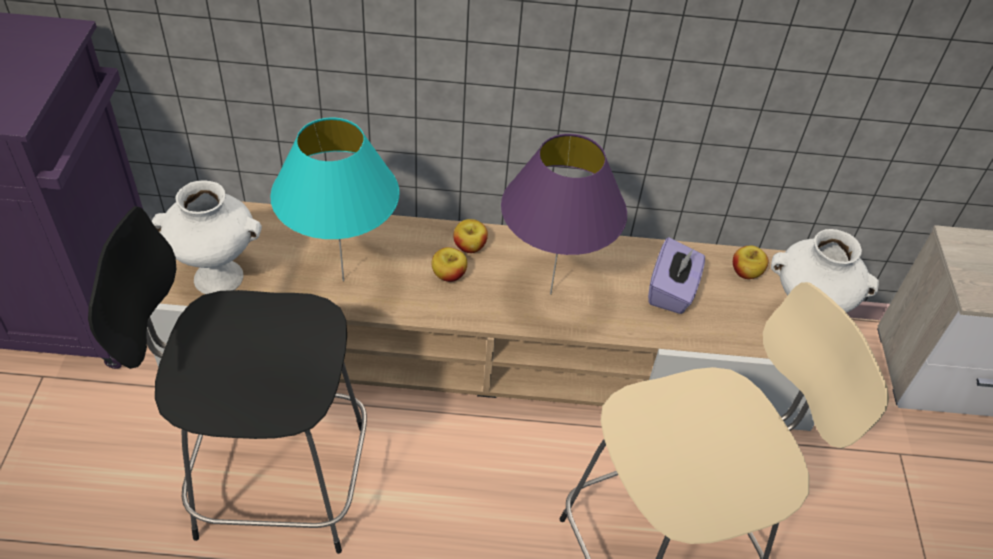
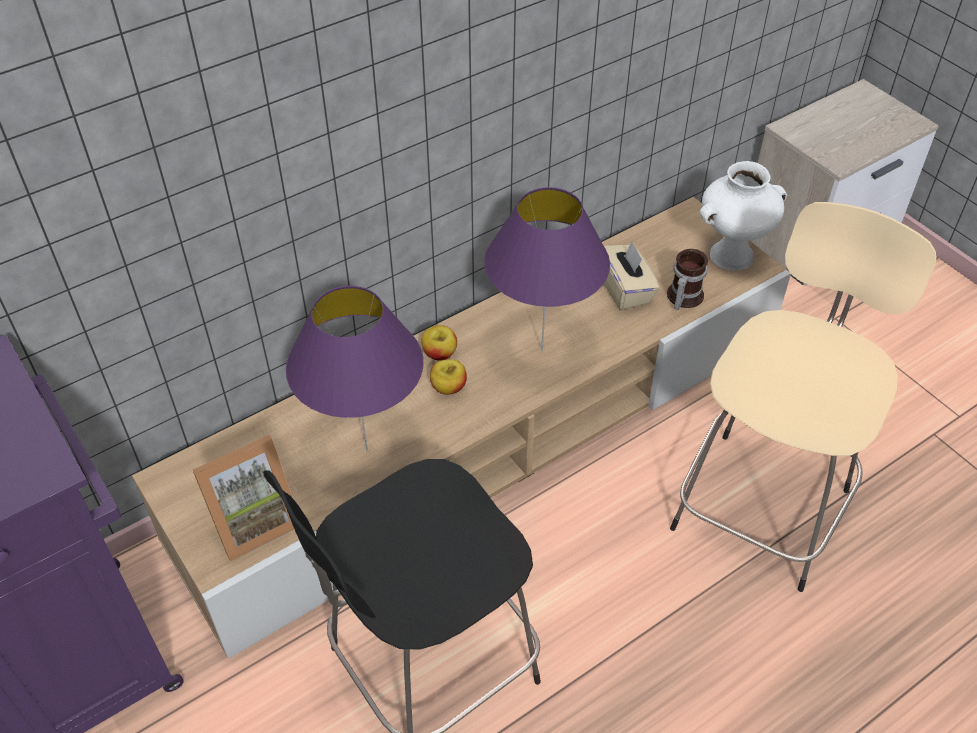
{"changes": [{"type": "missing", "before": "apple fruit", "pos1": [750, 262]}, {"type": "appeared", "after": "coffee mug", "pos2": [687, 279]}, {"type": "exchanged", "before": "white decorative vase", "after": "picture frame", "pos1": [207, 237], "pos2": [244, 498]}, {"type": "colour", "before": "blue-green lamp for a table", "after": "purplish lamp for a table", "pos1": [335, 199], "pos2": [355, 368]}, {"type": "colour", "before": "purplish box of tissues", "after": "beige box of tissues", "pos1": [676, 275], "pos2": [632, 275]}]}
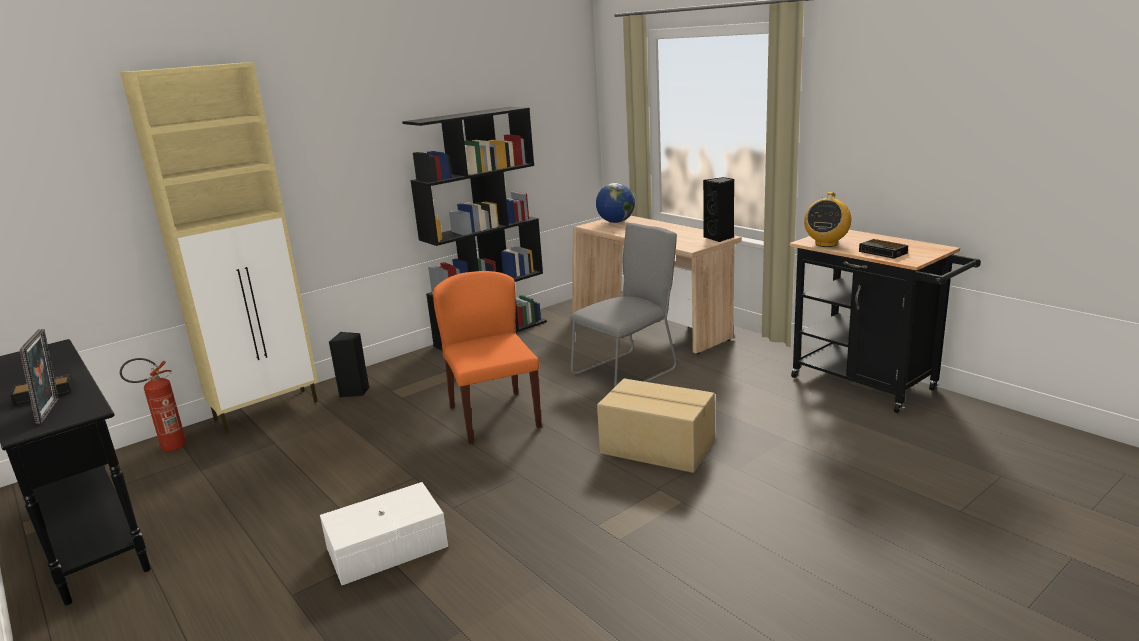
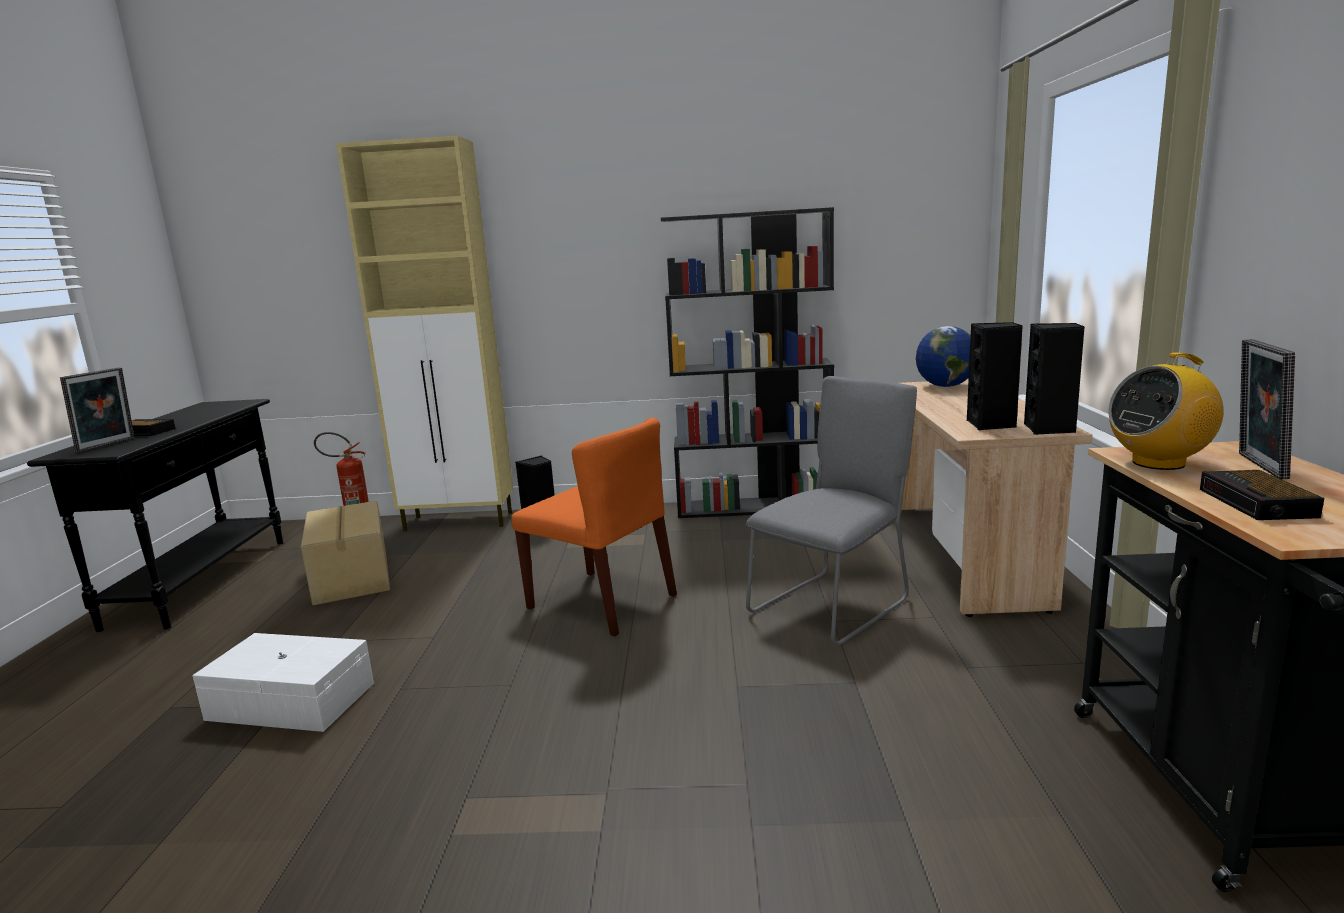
{"changes": [{"type": "appeared", "after": "black-coloured audio speaker", "pos2": [995, 376]}, {"type": "appeared", "after": "picture frame", "pos2": [1267, 409]}, {"type": "relocated", "before": "carton", "pos1": [656, 426], "pos2": [345, 553]}, {"type": "spun", "before": "orange plain chair", "pos1": [487, 357], "pos2": [594, 527], "turn": 105}, {"type": "spun", "before": "gray plain chair", "pos1": [623, 305], "pos2": [831, 511], "turn": -45}]}
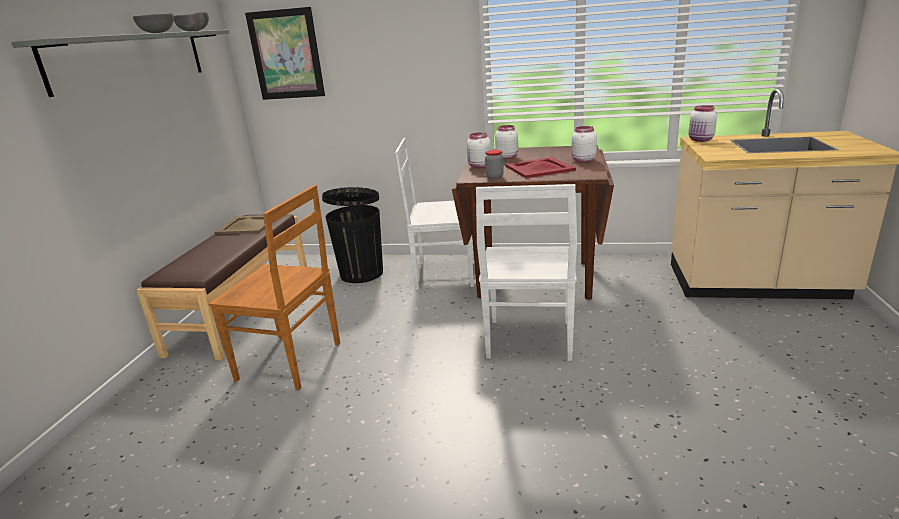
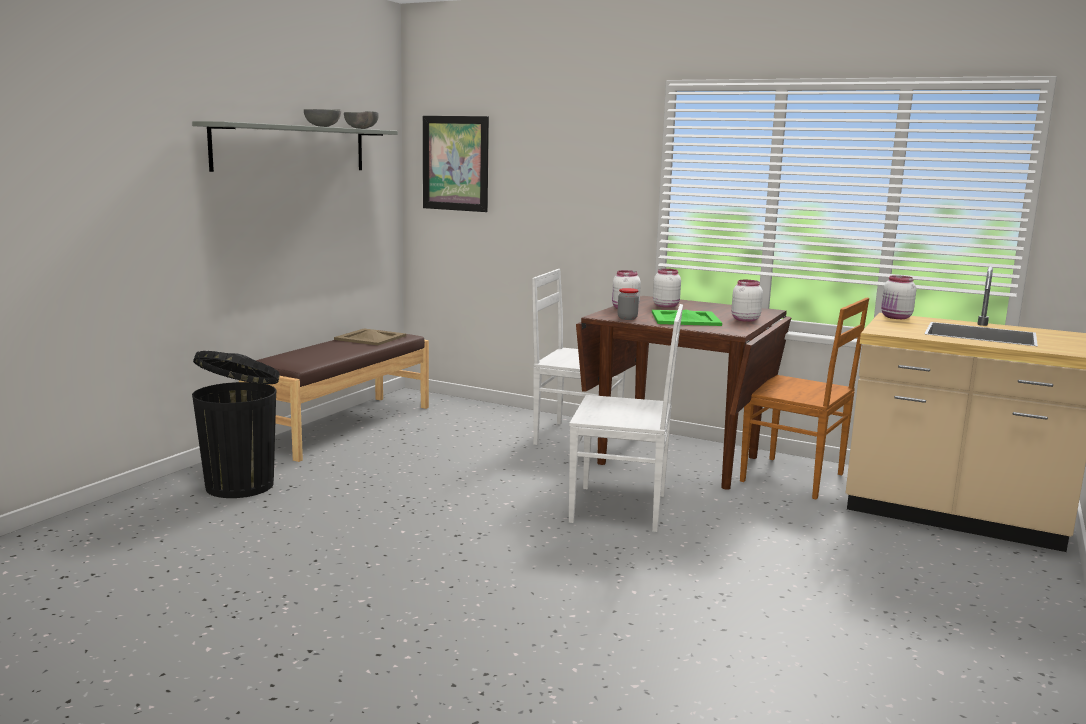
{"changes": [{"type": "relocated", "before": "brown plain chair", "pos1": [274, 287], "pos2": [804, 398]}, {"type": "relocated", "before": "black-coloured waste bin", "pos1": [352, 235], "pos2": [236, 424]}, {"type": "colour", "before": "red serving tray", "after": "green serving tray", "pos1": [540, 167], "pos2": [687, 317]}, {"type": "spun", "before": "white plain chair", "pos1": [526, 272], "pos2": [626, 418], "turn": -105}]}
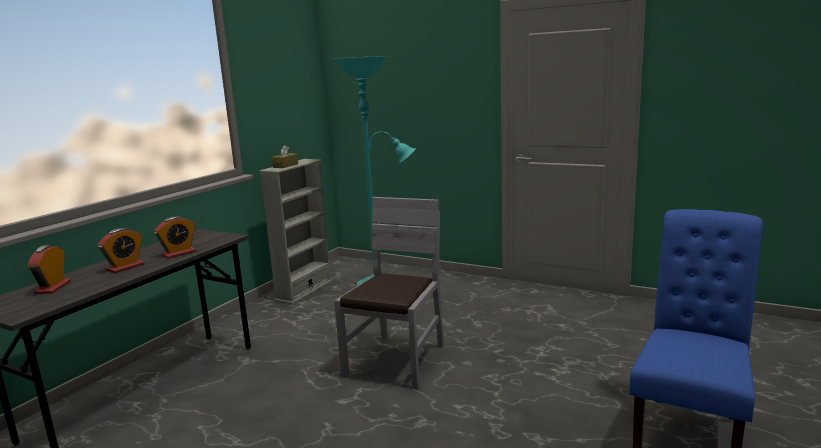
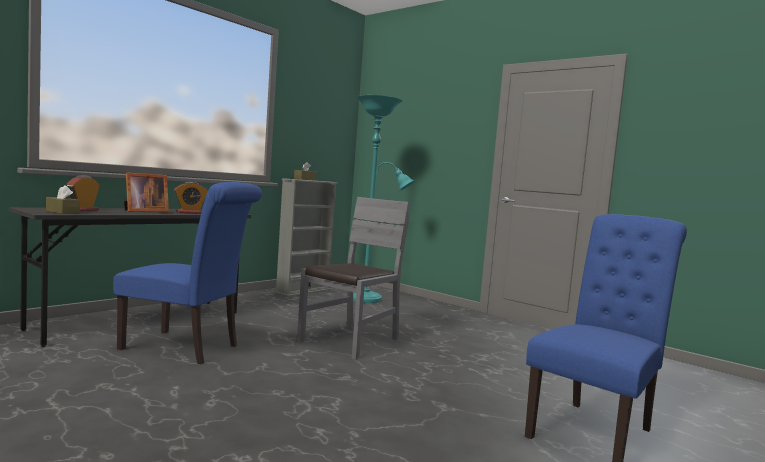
{"changes": [{"type": "appeared", "after": "brown box of tissues", "pos2": [63, 199]}, {"type": "appeared", "after": "blue plain chair", "pos2": [187, 273]}, {"type": "exchanged", "before": "alarm clock", "after": "picture frame", "pos1": [121, 250], "pos2": [146, 193]}]}
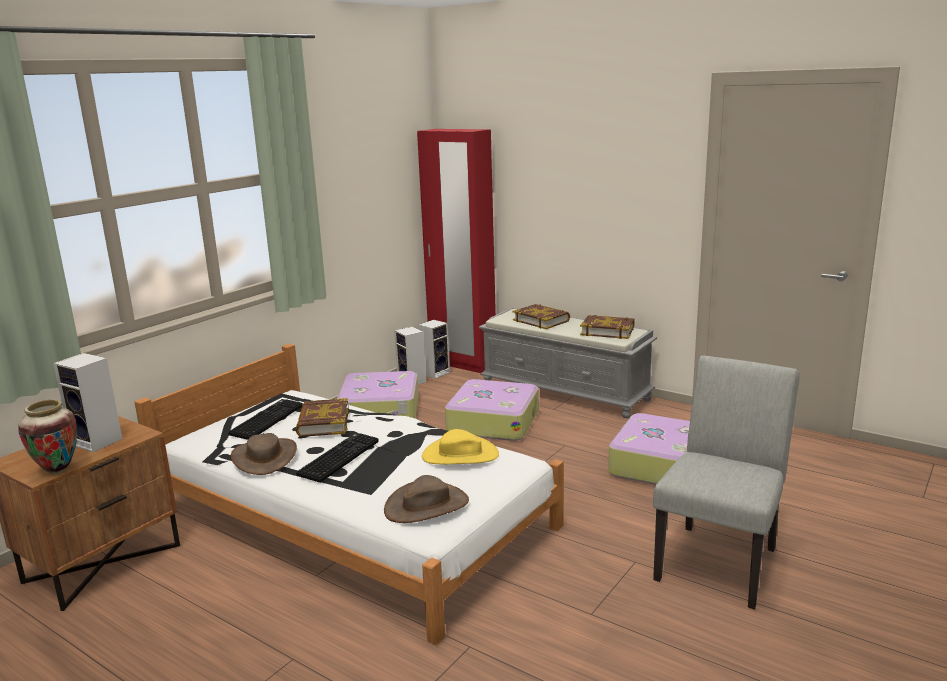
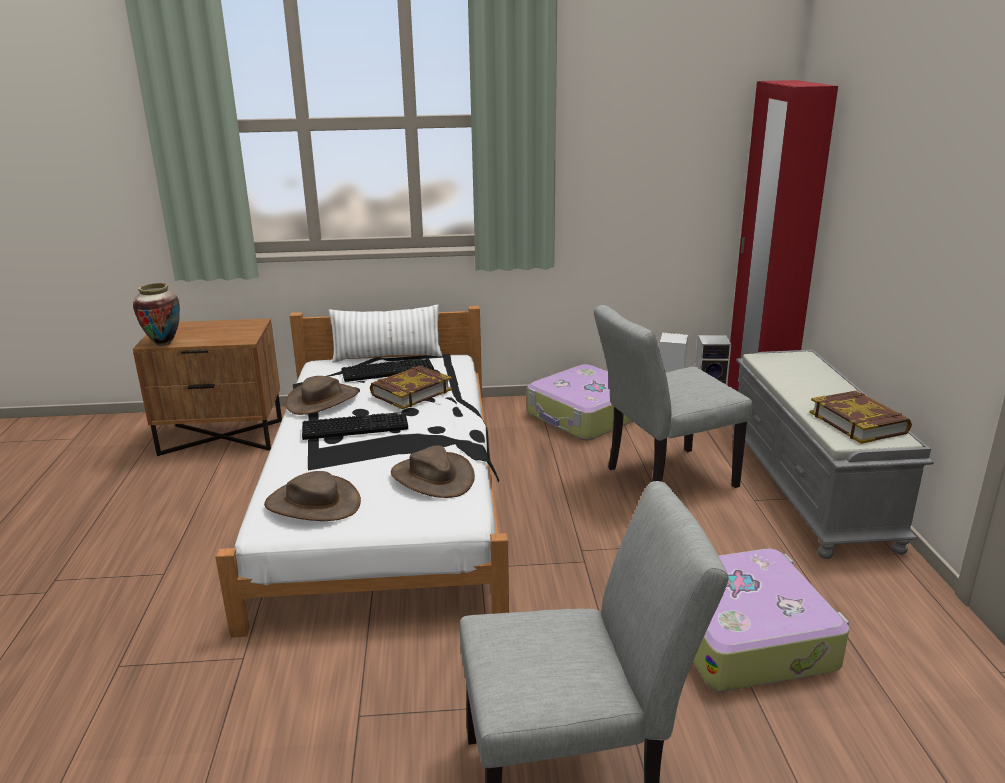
{"changes": [{"type": "missing", "before": "audio speaker", "pos1": [87, 402]}, {"type": "missing", "before": "book", "pos1": [541, 316]}, {"type": "appeared", "after": "white pillow", "pos2": [385, 333]}, {"type": "exchanged", "before": "suitcase", "after": "gray plain chair", "pos1": [492, 410], "pos2": [673, 396]}, {"type": "colour", "before": "yellow clothing hat", "after": "brown clothing hat", "pos1": [460, 446], "pos2": [433, 471]}]}
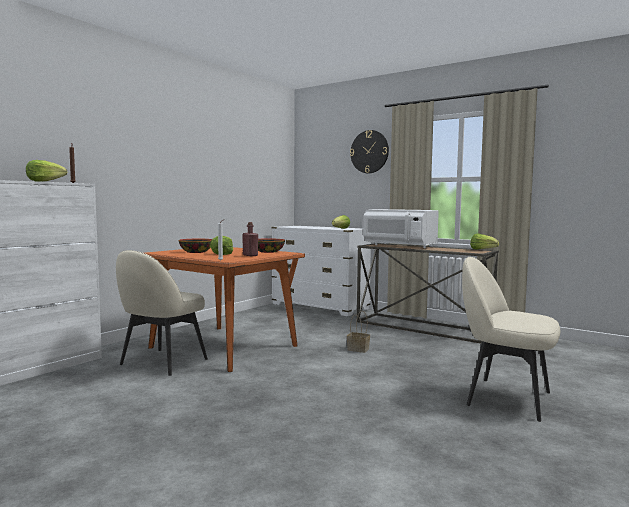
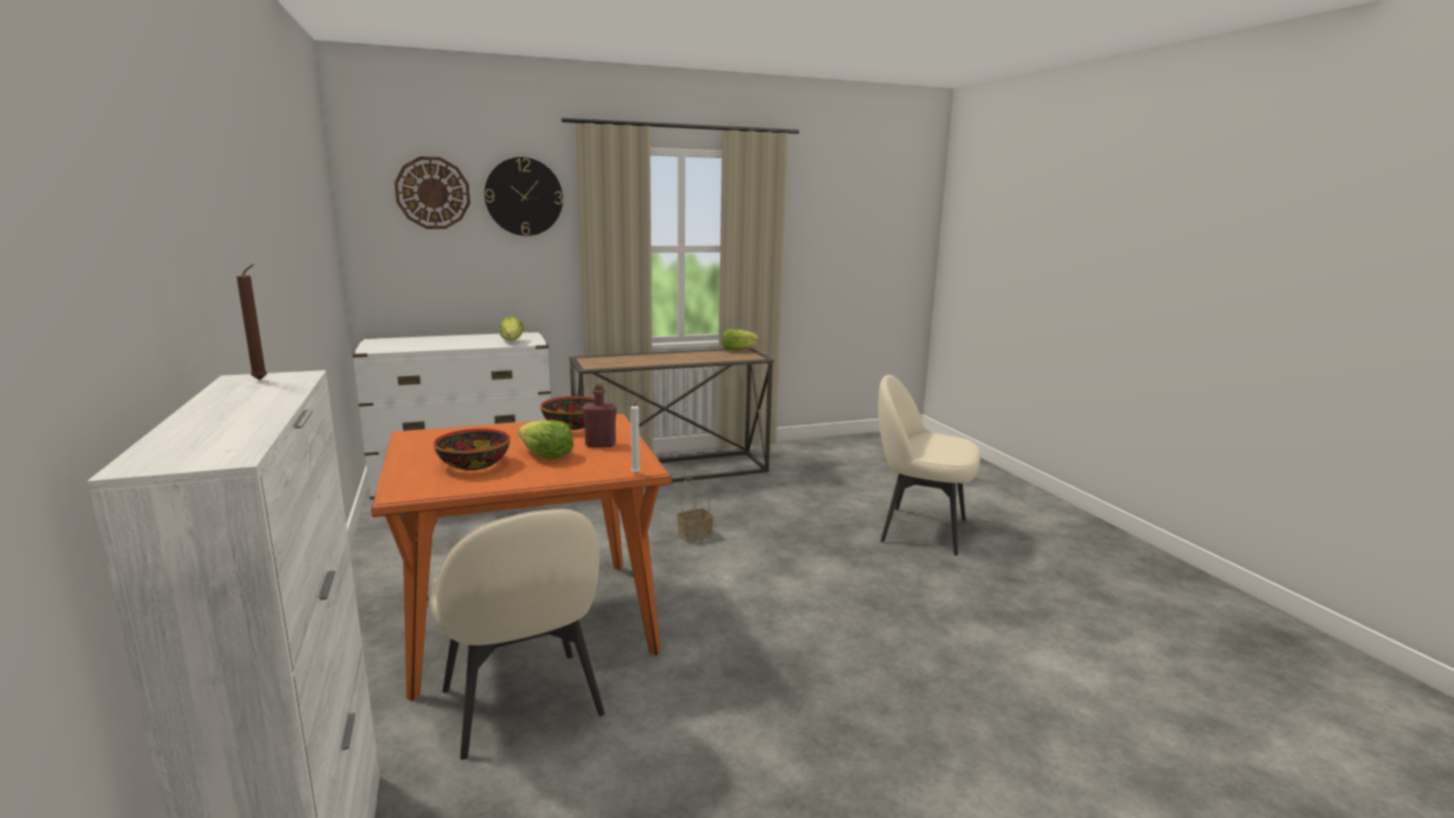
{"changes": [{"type": "missing", "before": "head of lettuce", "pos1": [46, 171]}, {"type": "missing", "before": "white microwave", "pos1": [401, 228]}, {"type": "appeared", "after": "wall clock", "pos2": [432, 192]}, {"type": "spun", "before": "beige plain chair", "pos1": [511, 339], "pos2": [929, 465], "turn": 45}]}
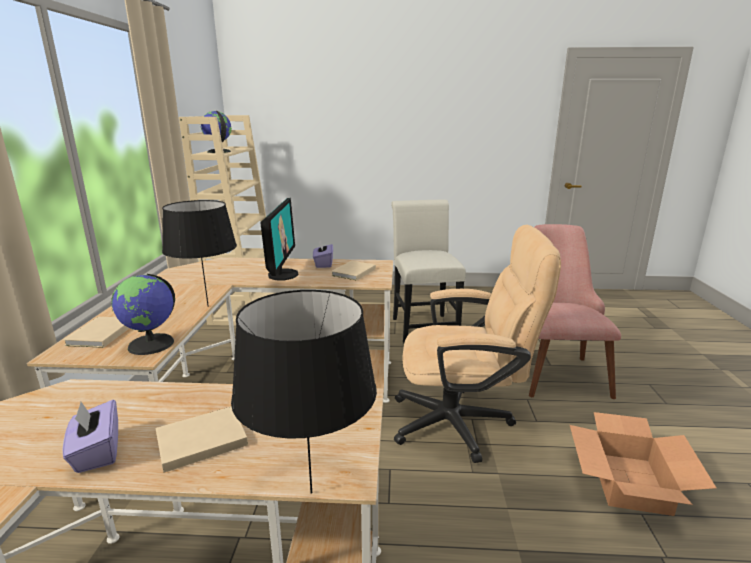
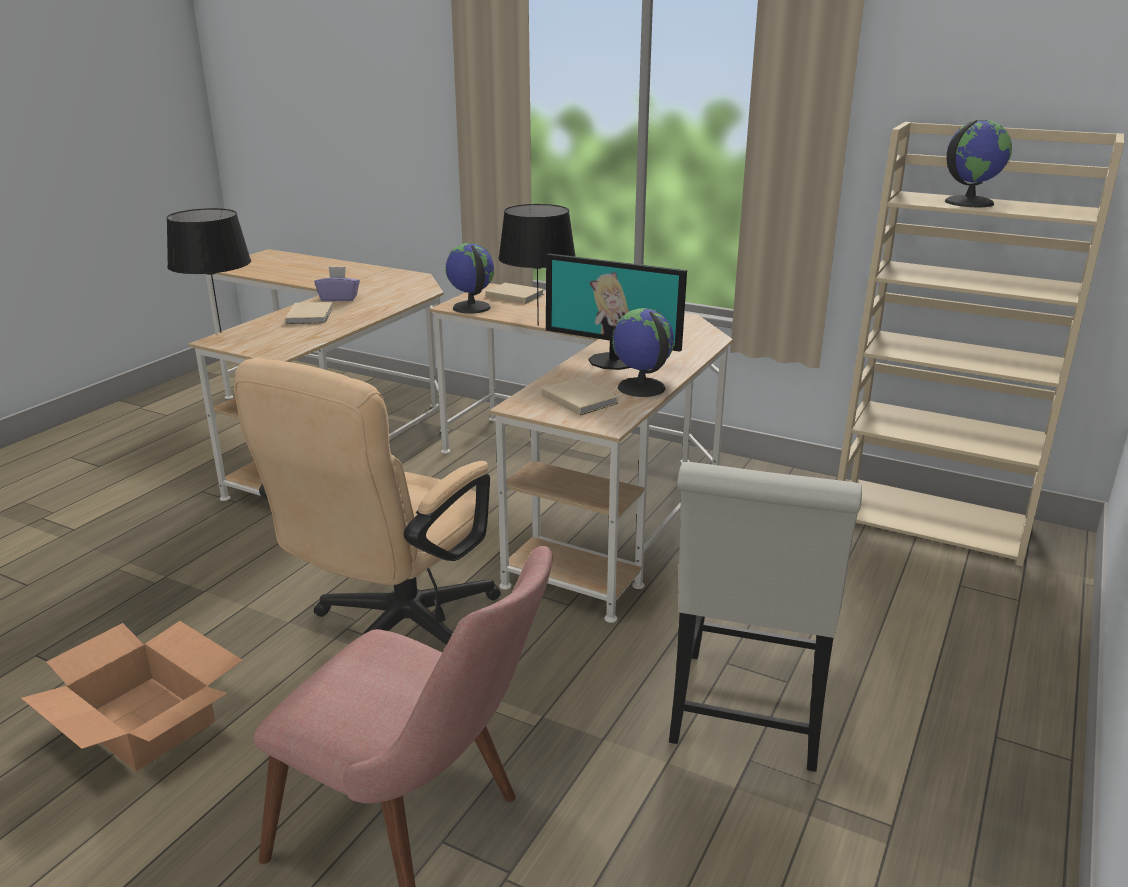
{"changes": [{"type": "exchanged", "before": "purplish box of tissues", "after": "desk globe", "pos1": [323, 254], "pos2": [643, 352]}, {"type": "spun", "before": "white plain chair", "pos1": [428, 271], "pos2": [765, 617], "turn": 90}]}
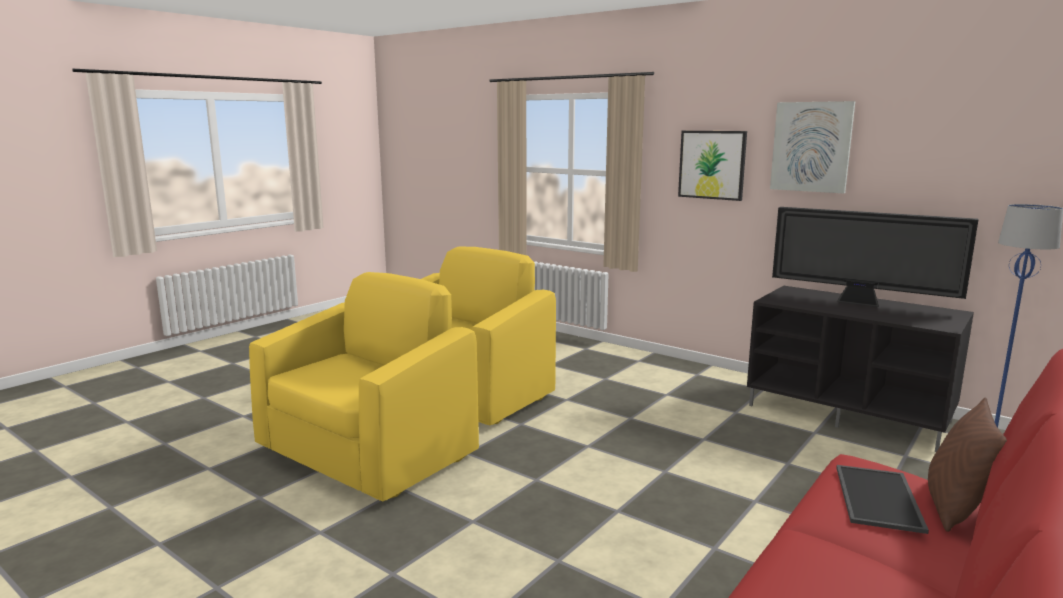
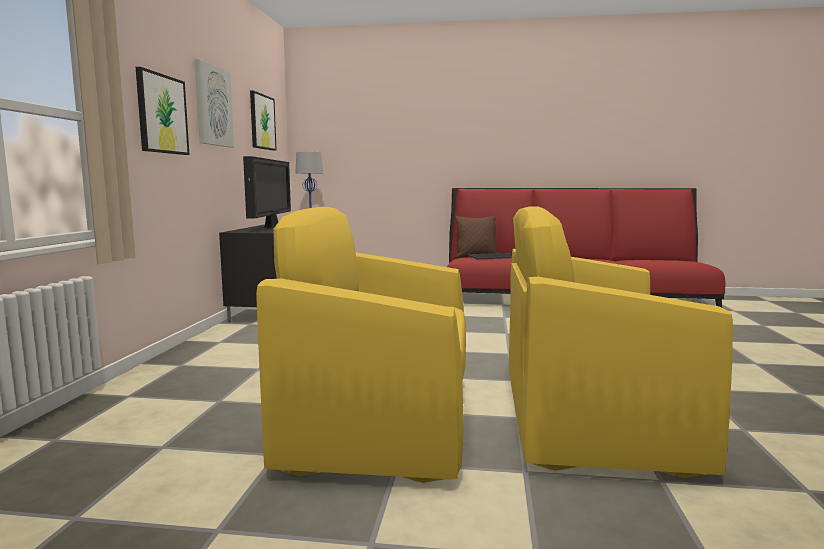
{"changes": [{"type": "appeared", "after": "picture", "pos2": [263, 121]}]}
